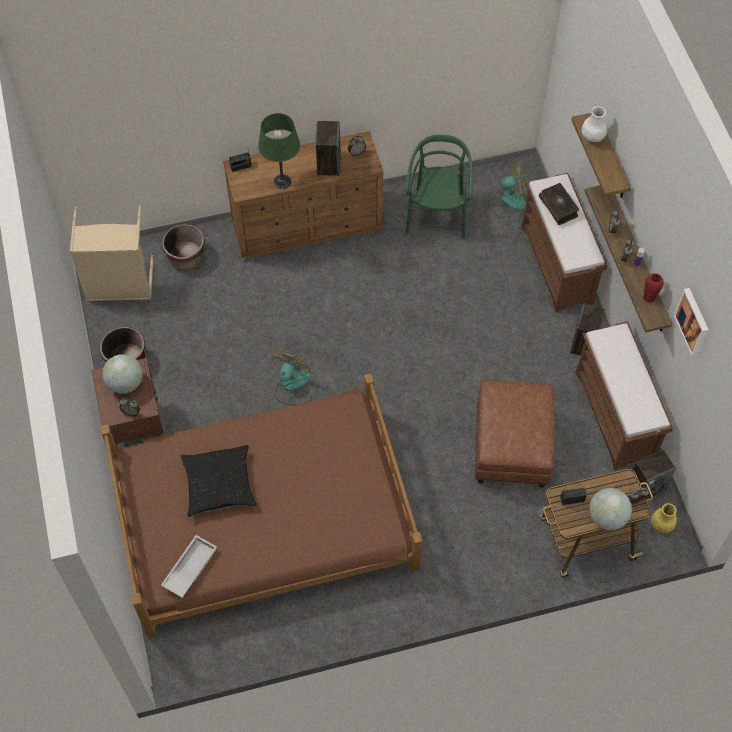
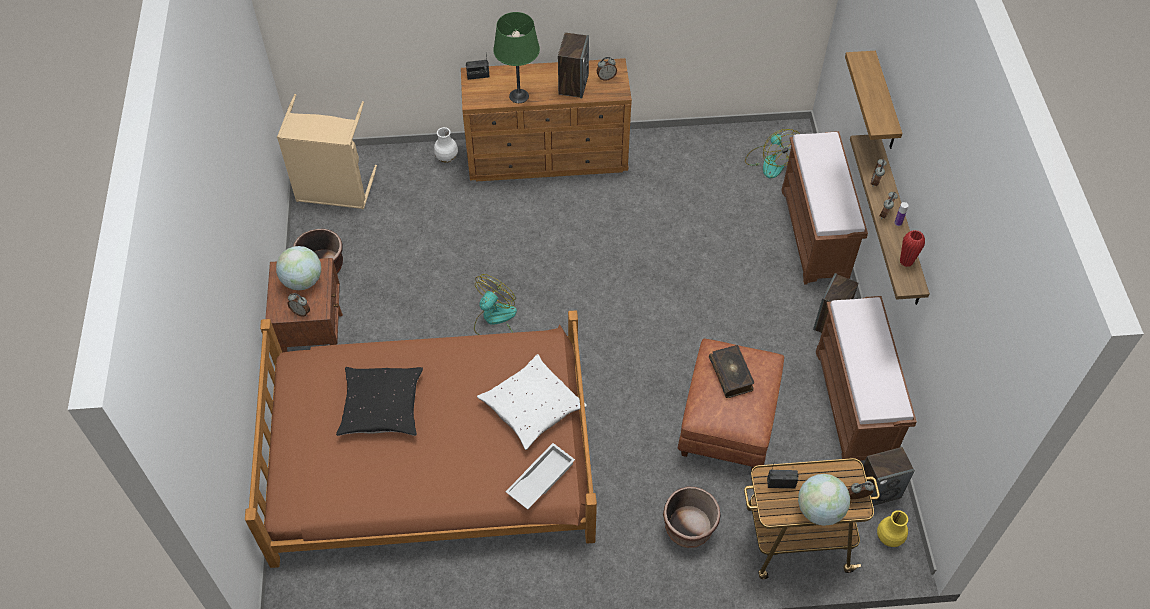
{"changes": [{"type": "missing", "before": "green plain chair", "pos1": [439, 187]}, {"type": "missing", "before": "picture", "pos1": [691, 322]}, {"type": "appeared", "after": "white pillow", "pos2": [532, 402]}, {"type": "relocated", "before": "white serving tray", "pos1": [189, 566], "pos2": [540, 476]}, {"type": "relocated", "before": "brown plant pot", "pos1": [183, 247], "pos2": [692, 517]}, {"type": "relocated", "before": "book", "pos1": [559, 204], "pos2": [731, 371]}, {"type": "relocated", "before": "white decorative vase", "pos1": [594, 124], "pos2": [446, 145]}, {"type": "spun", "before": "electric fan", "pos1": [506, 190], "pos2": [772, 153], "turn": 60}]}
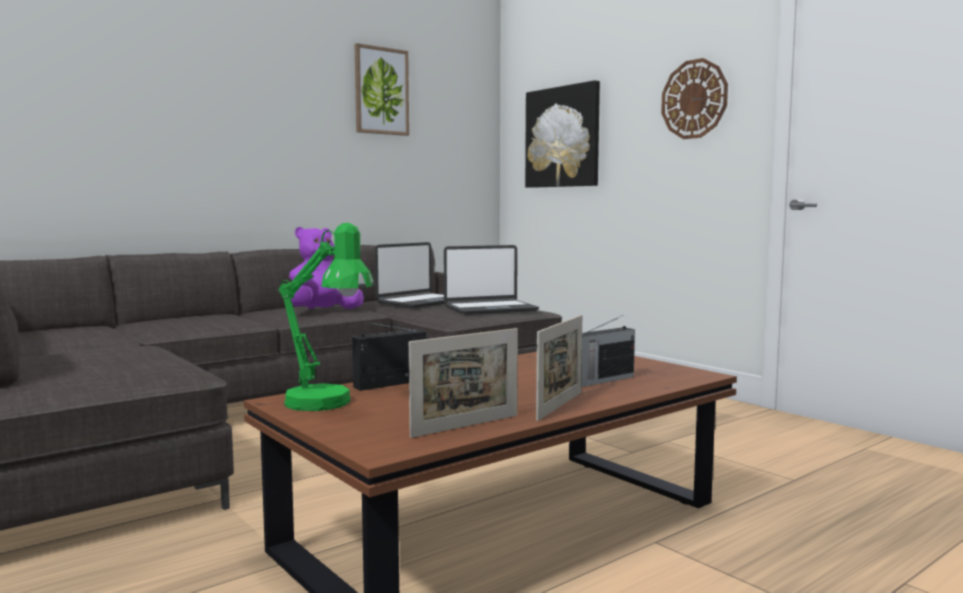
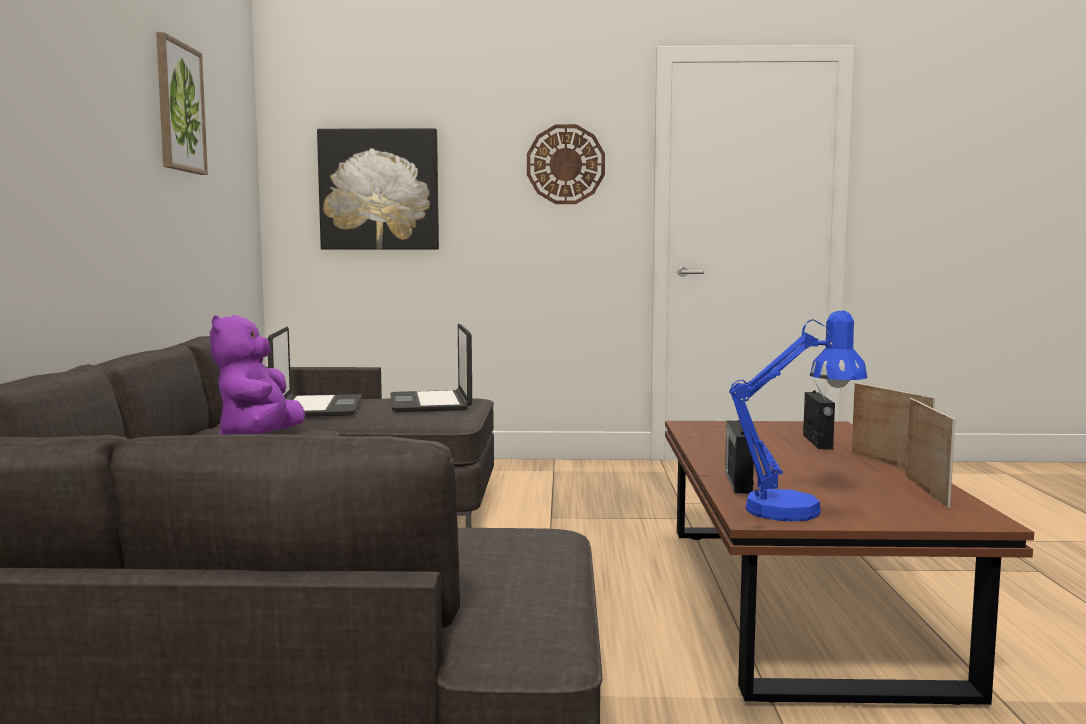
{"changes": [{"type": "colour", "before": "green lamp for a table", "after": "blue lamp for a table", "pos1": [326, 317], "pos2": [798, 416]}, {"type": "spun", "before": "notebook computer", "pos1": [491, 280], "pos2": [431, 368], "turn": 150}]}
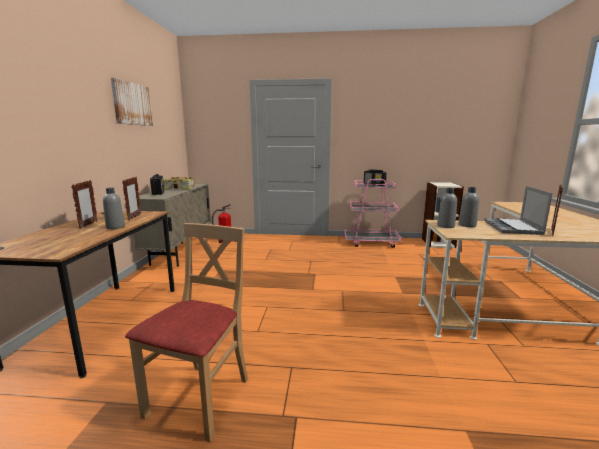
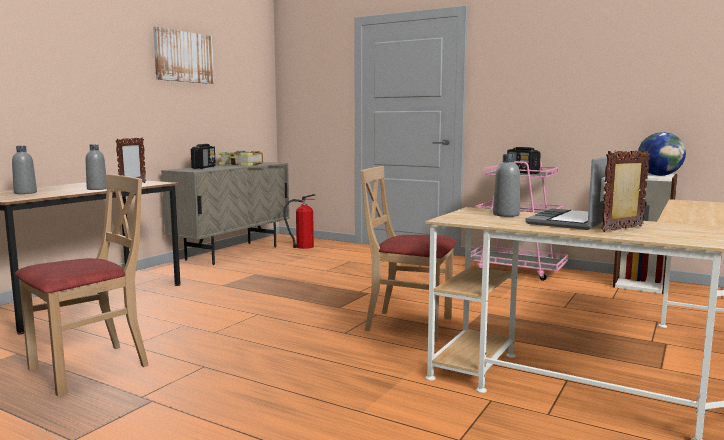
{"changes": [{"type": "missing", "before": "picture frame", "pos1": [84, 204]}, {"type": "appeared", "after": "beige plain chair", "pos2": [408, 254]}, {"type": "appeared", "after": "desk globe", "pos2": [662, 154]}, {"type": "relocated", "before": "gray bottle", "pos1": [447, 208], "pos2": [24, 170]}]}
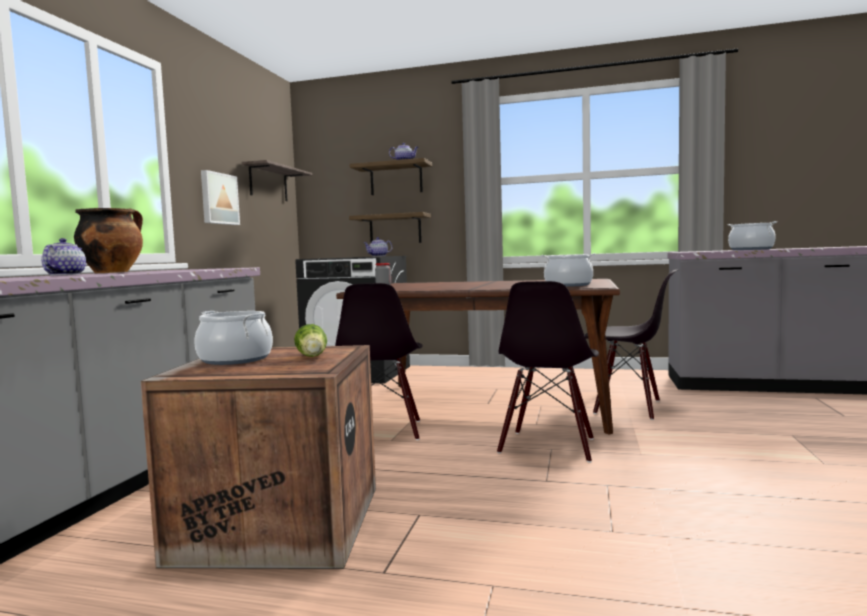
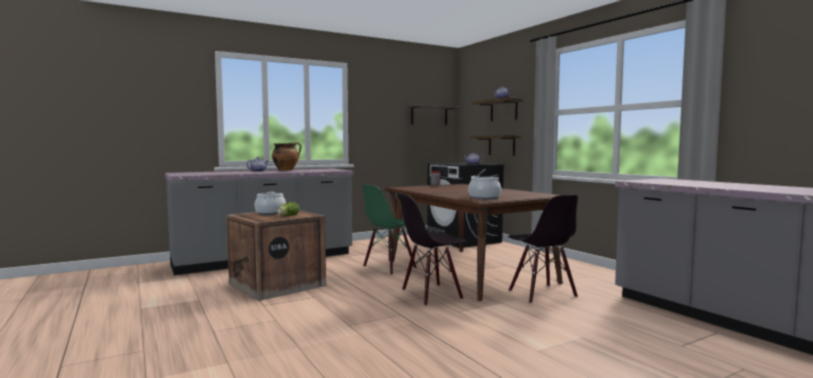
{"changes": [{"type": "missing", "before": "picture", "pos1": [220, 197]}, {"type": "missing", "before": "stockpot", "pos1": [752, 235]}, {"type": "colour", "before": "black-coloured plain chair", "after": "green plain chair", "pos1": [378, 361], "pos2": [389, 230]}]}
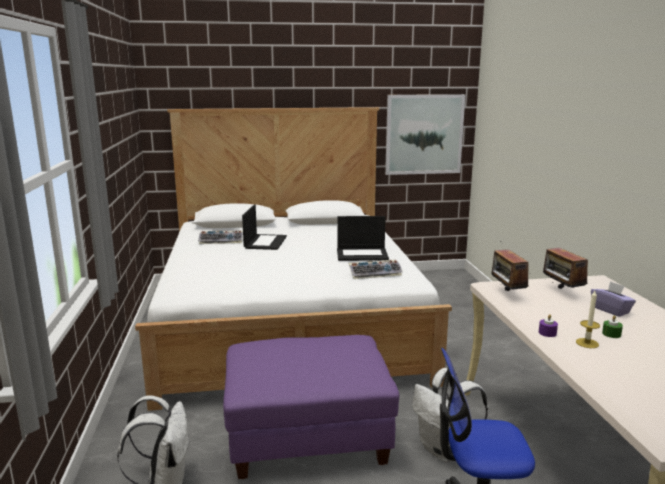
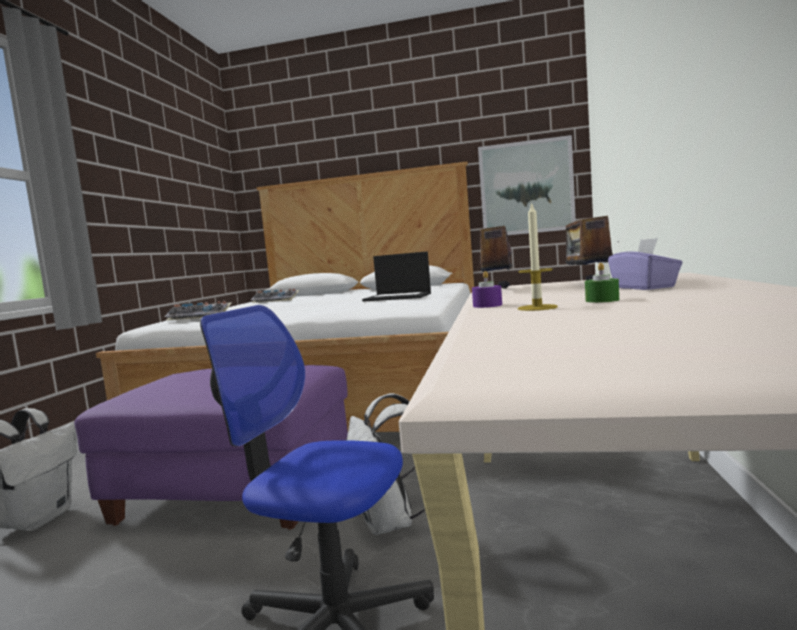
{"changes": [{"type": "missing", "before": "notebook computer", "pos1": [264, 227]}, {"type": "relocated", "before": "keyboard", "pos1": [375, 269], "pos2": [198, 311]}]}
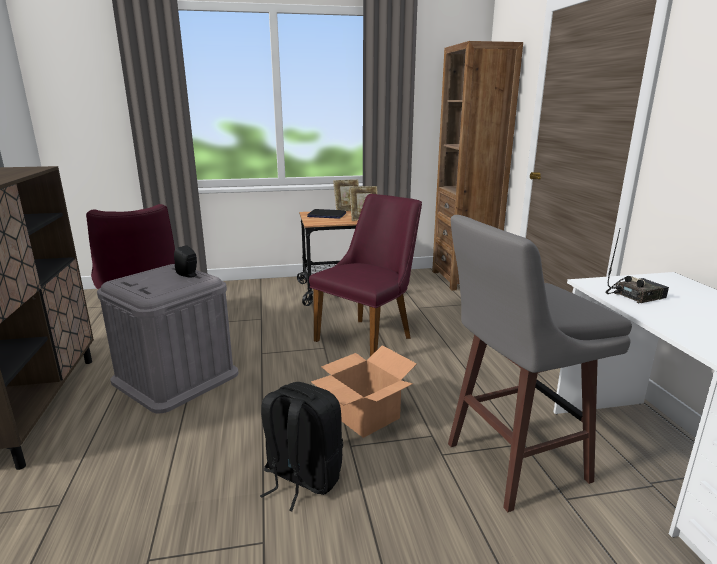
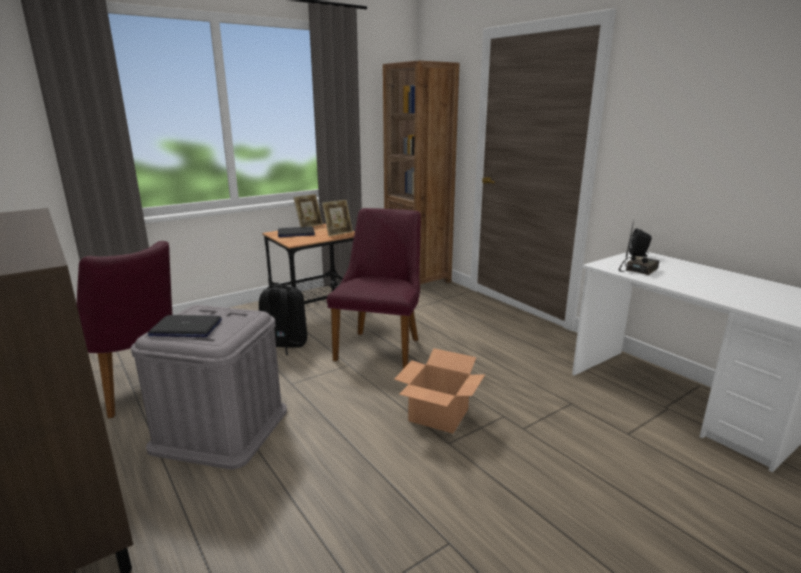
{"changes": [{"type": "missing", "before": "gray stool seat", "pos1": [540, 363]}, {"type": "appeared", "after": "notebook computer", "pos2": [185, 326]}, {"type": "relocated", "before": "black-coloured audio speaker", "pos1": [185, 261], "pos2": [640, 242]}, {"type": "relocated", "before": "black-coloured rucksack", "pos1": [301, 446], "pos2": [283, 320]}]}
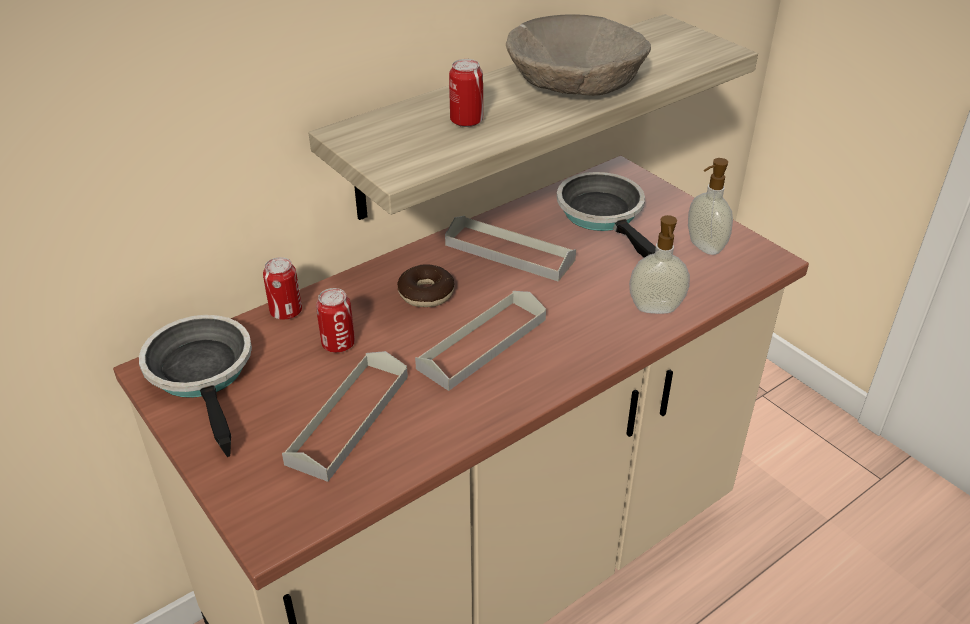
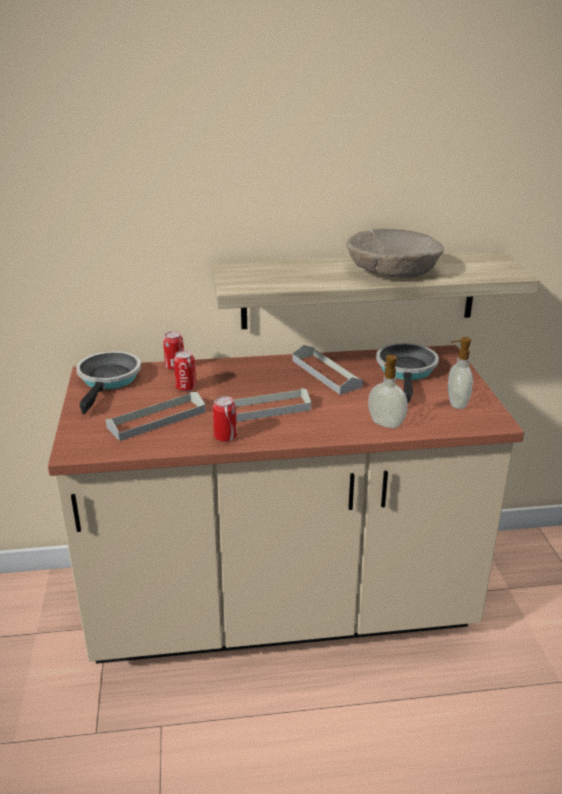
{"changes": [{"type": "missing", "before": "doughnut", "pos1": [425, 285]}, {"type": "relocated", "before": "metal can", "pos1": [466, 93], "pos2": [225, 419]}]}
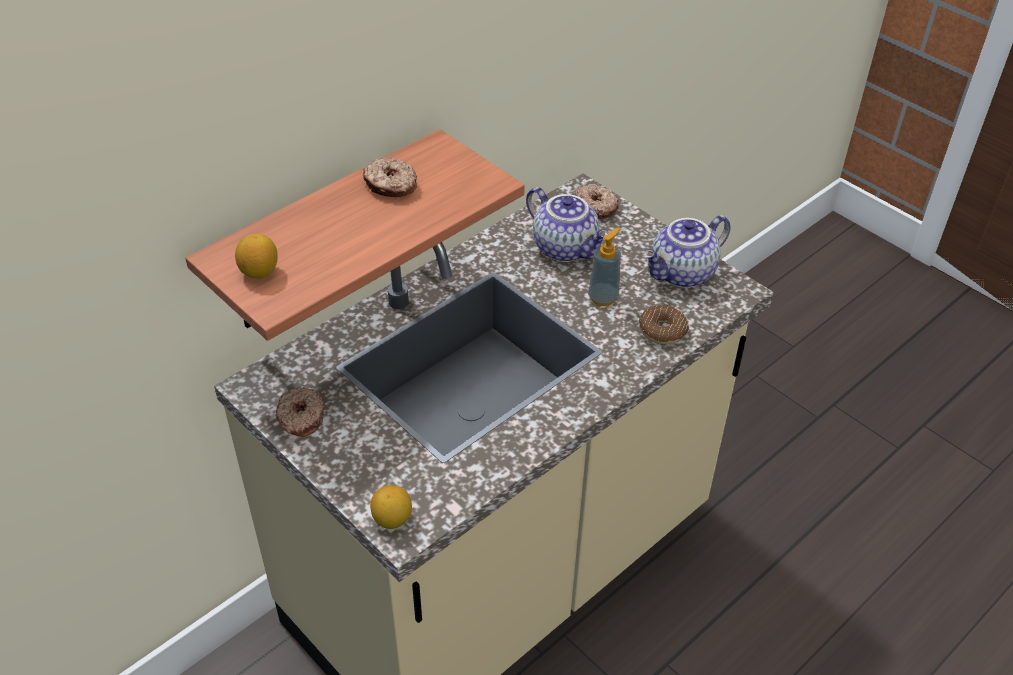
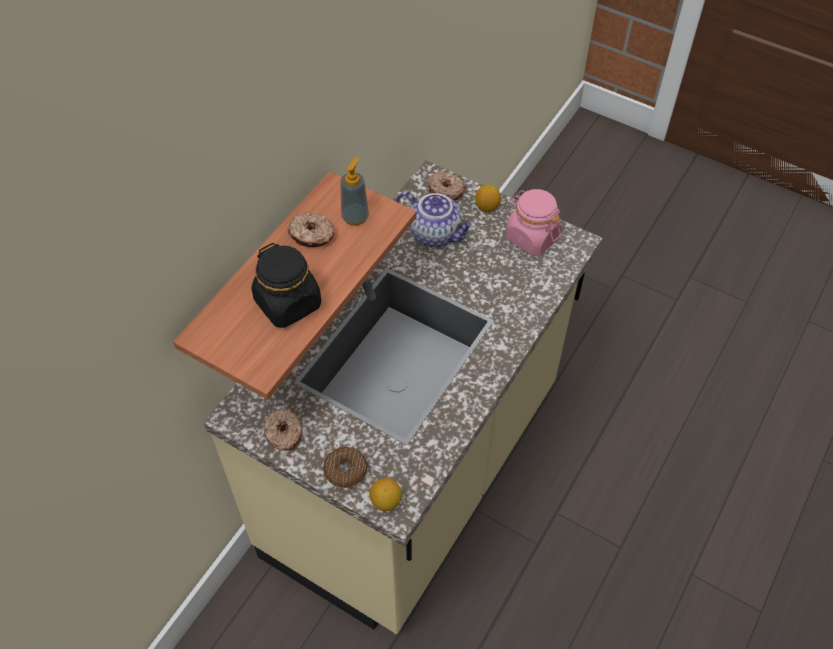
{"changes": [{"type": "appeared", "after": "black-coloured preserve jar", "pos2": [286, 285]}, {"type": "relocated", "before": "lemon", "pos1": [256, 256], "pos2": [488, 198]}, {"type": "relocated", "before": "liquid soap bottle", "pos1": [604, 267], "pos2": [354, 191]}, {"type": "relocated", "before": "doughnut", "pos1": [664, 325], "pos2": [345, 467]}, {"type": "exchanged", "before": "pot for tea", "after": "pink-coloured preserve jar", "pos1": [687, 251], "pos2": [534, 222]}]}
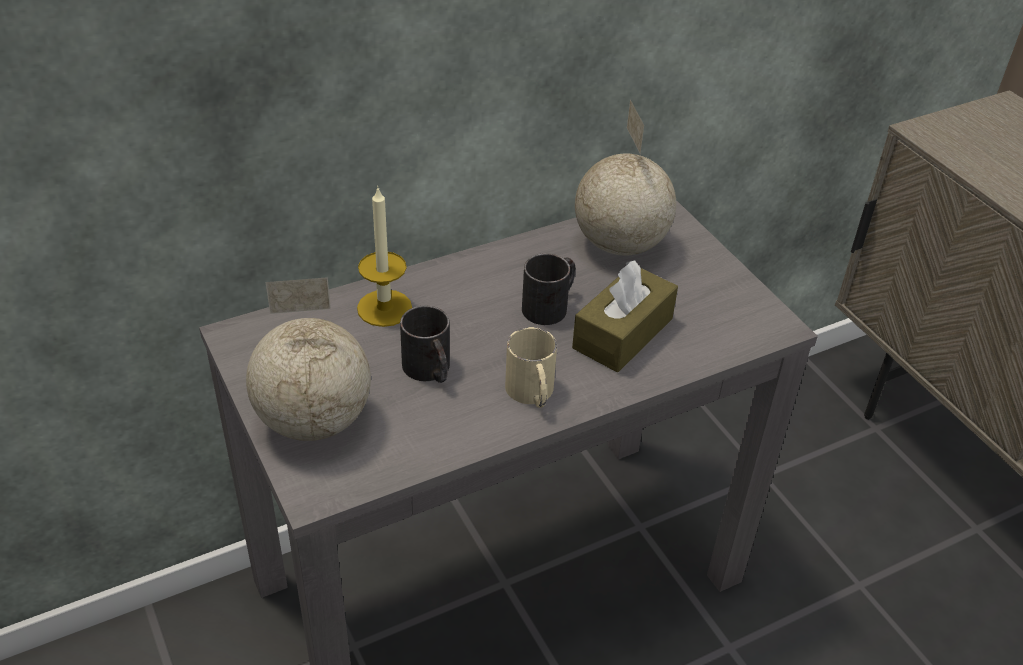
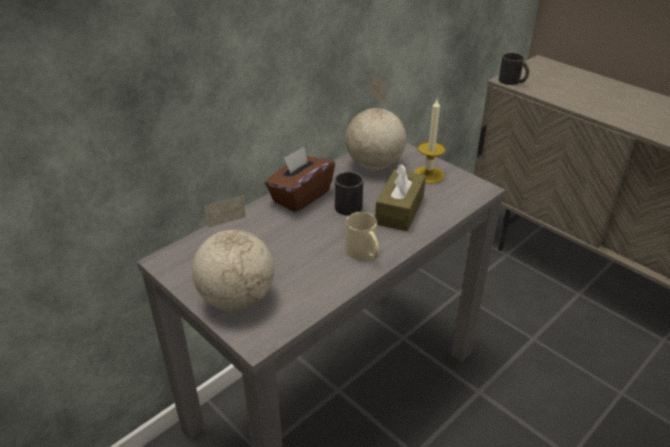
{"changes": [{"type": "appeared", "after": "brown box of tissues", "pos2": [300, 179]}, {"type": "relocated", "before": "wax light", "pos1": [384, 256], "pos2": [430, 141]}, {"type": "relocated", "before": "black-coloured coffee mug", "pos1": [425, 344], "pos2": [514, 69]}]}
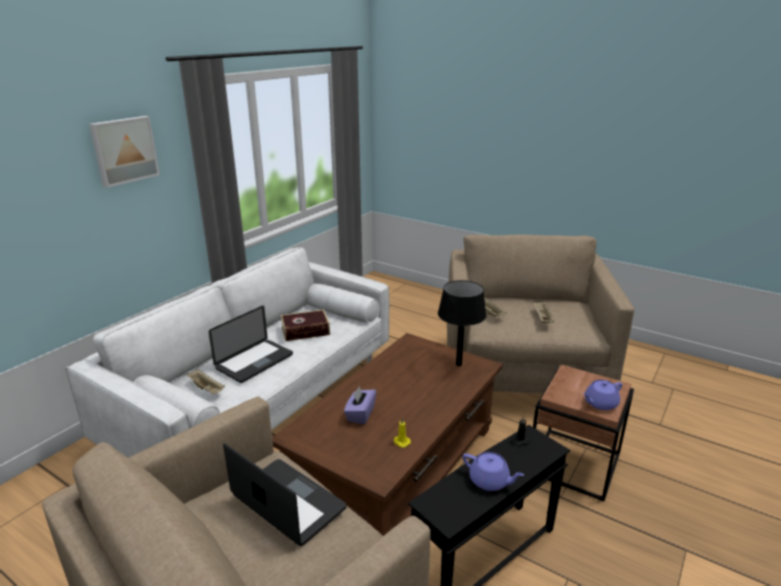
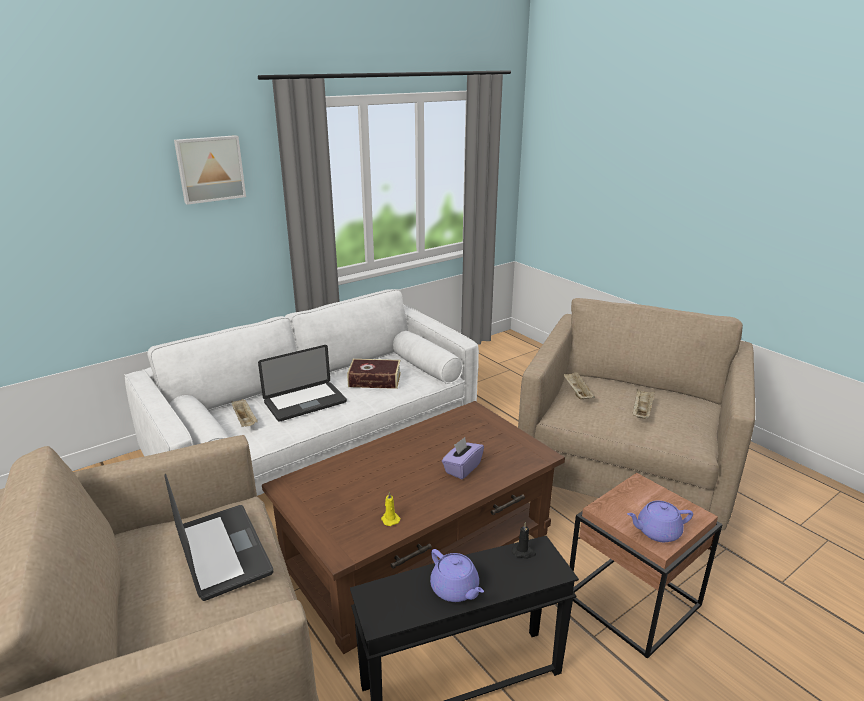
{"changes": [{"type": "missing", "before": "black-coloured lamp for a table", "pos1": [462, 323]}, {"type": "relocated", "before": "purplish box of tissues", "pos1": [360, 405], "pos2": [463, 458]}]}
